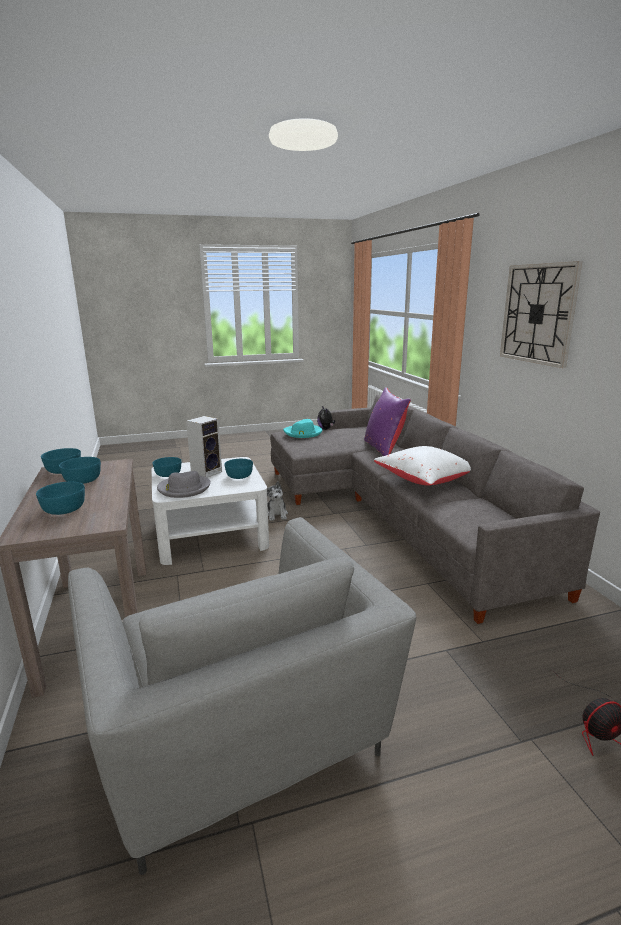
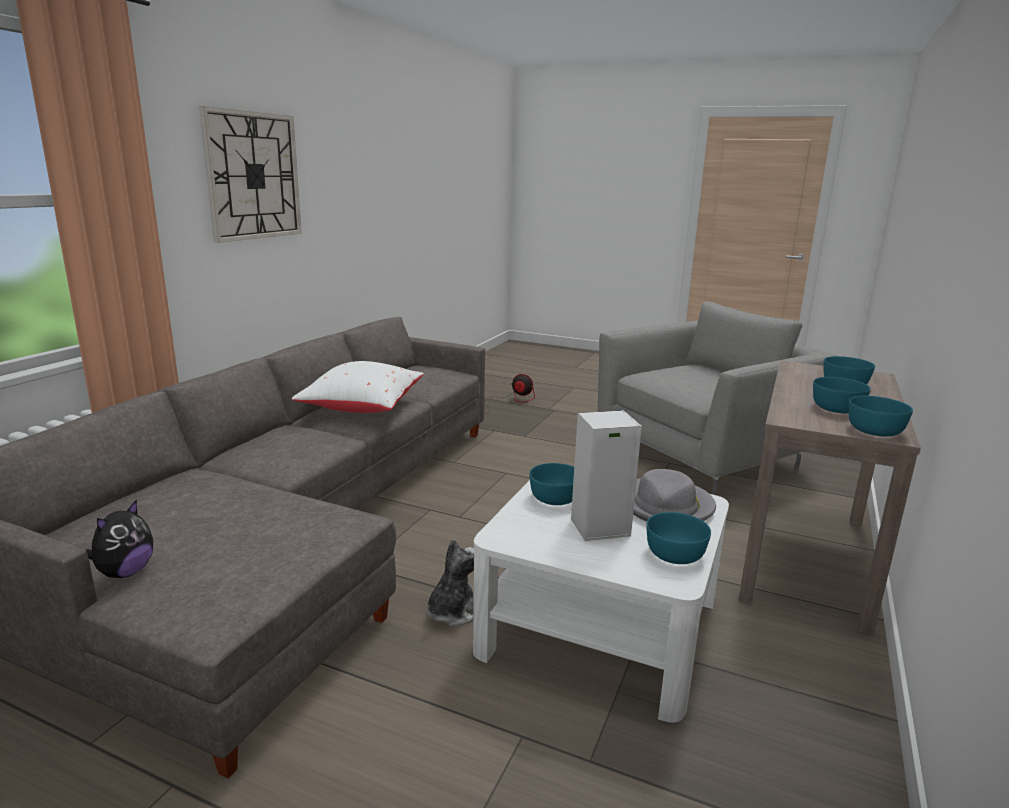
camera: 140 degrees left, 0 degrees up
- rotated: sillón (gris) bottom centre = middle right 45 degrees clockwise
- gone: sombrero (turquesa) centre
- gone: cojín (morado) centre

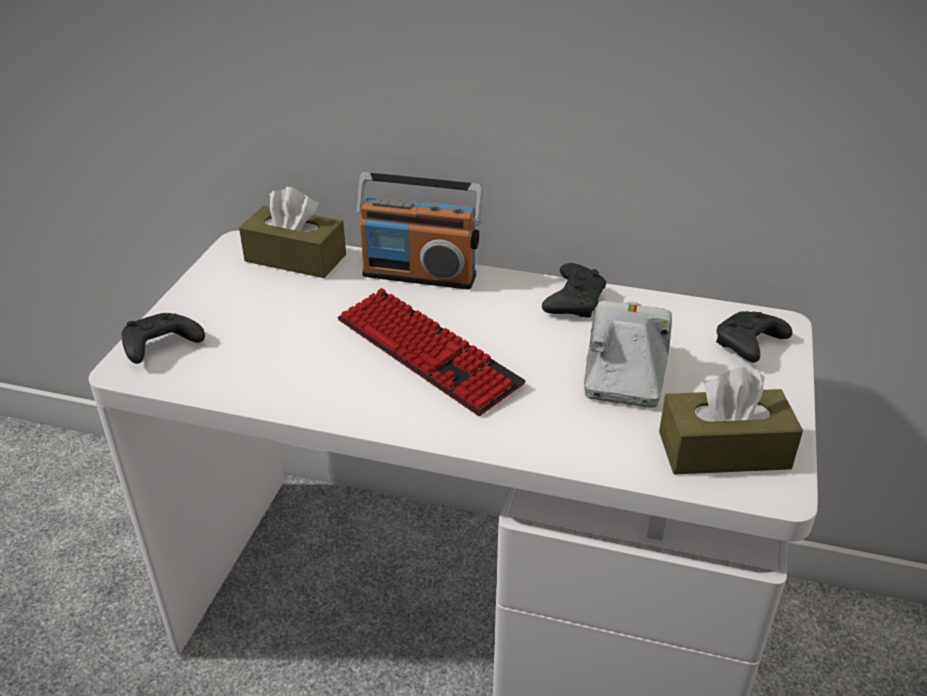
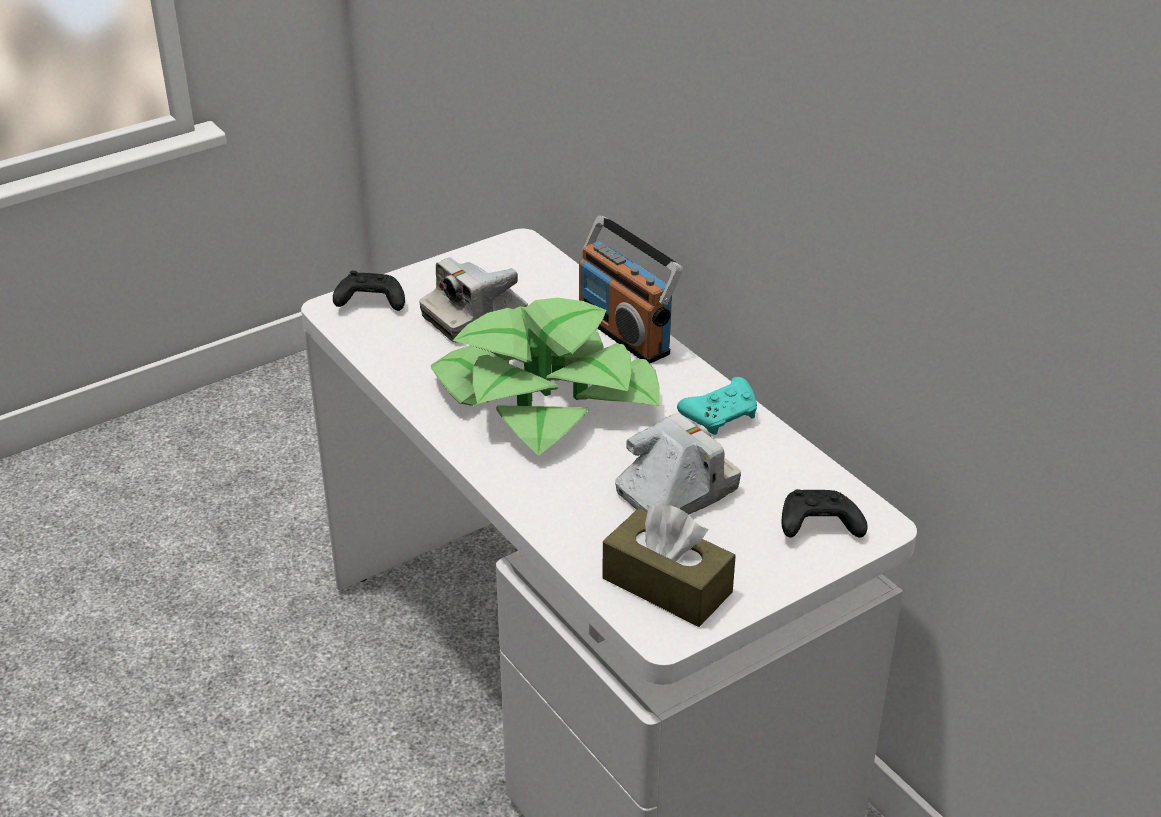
camera: 40 degrees right, 0 degrees up
- gone: caja de pañuelos (marrón) (no. 1 from left) middle left
- swapped: teclado centre to planta en maceta centre
- repainted: mando de consola (negro) (no. 2 from left) centre to mando de consola (turquesa) centre
- new: cámara (no. 1 from left) centre

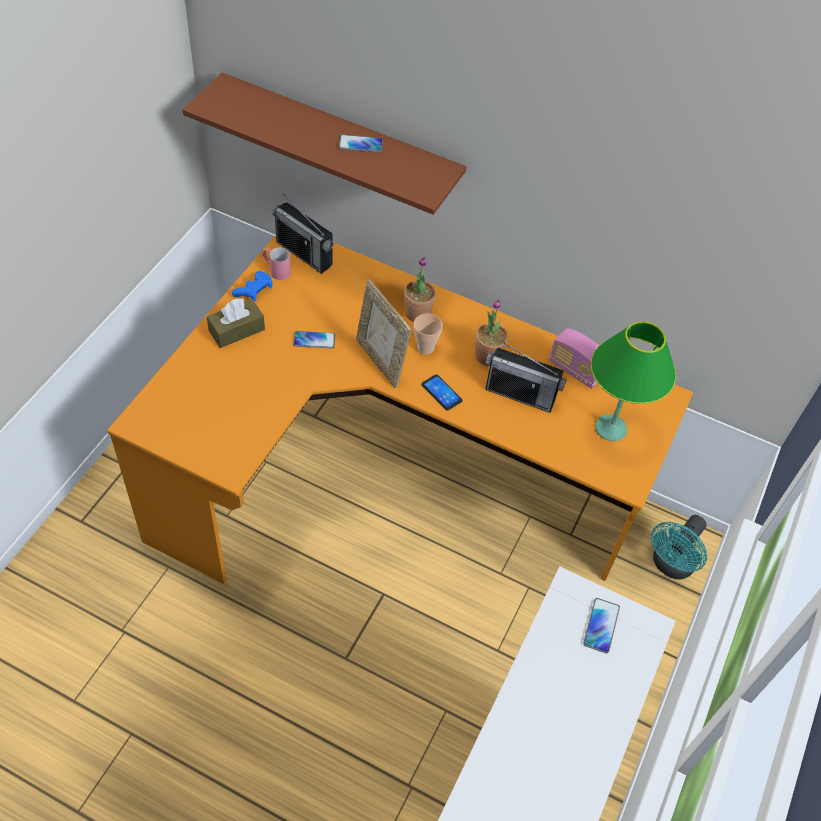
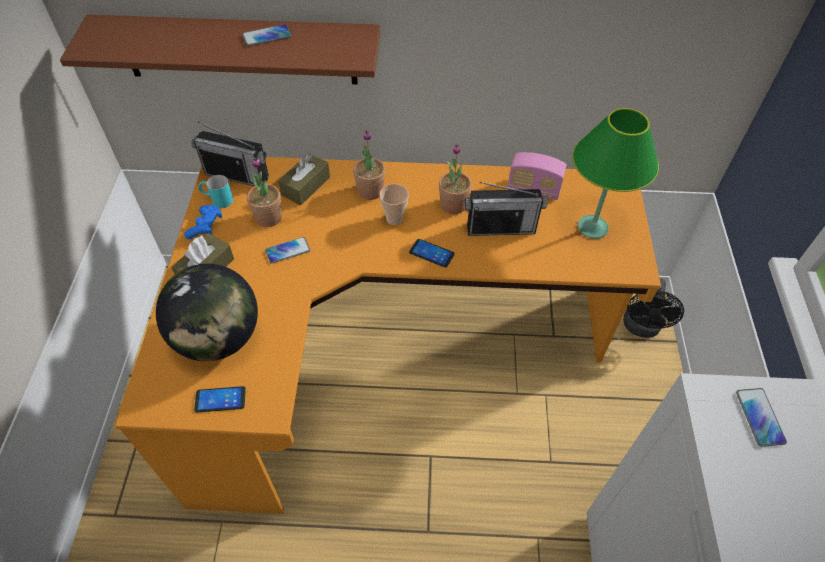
camera: 20 degrees left, 0 degrees up
- repainted: taza grande (rosa) top centre to taza grande (turquesa) middle left
- gone: portarretratos centre
- repainted: ventilador (turquesa) middle right to ventilador (negro) middle right
- new: globo terráqueo middle left
- new: móvil (no. 1 from left) bottom left
- new: planta en maceta (no. 1 from left) middle left
- new: caja de pañuelos (marrón) (no. 2 from left) top centre

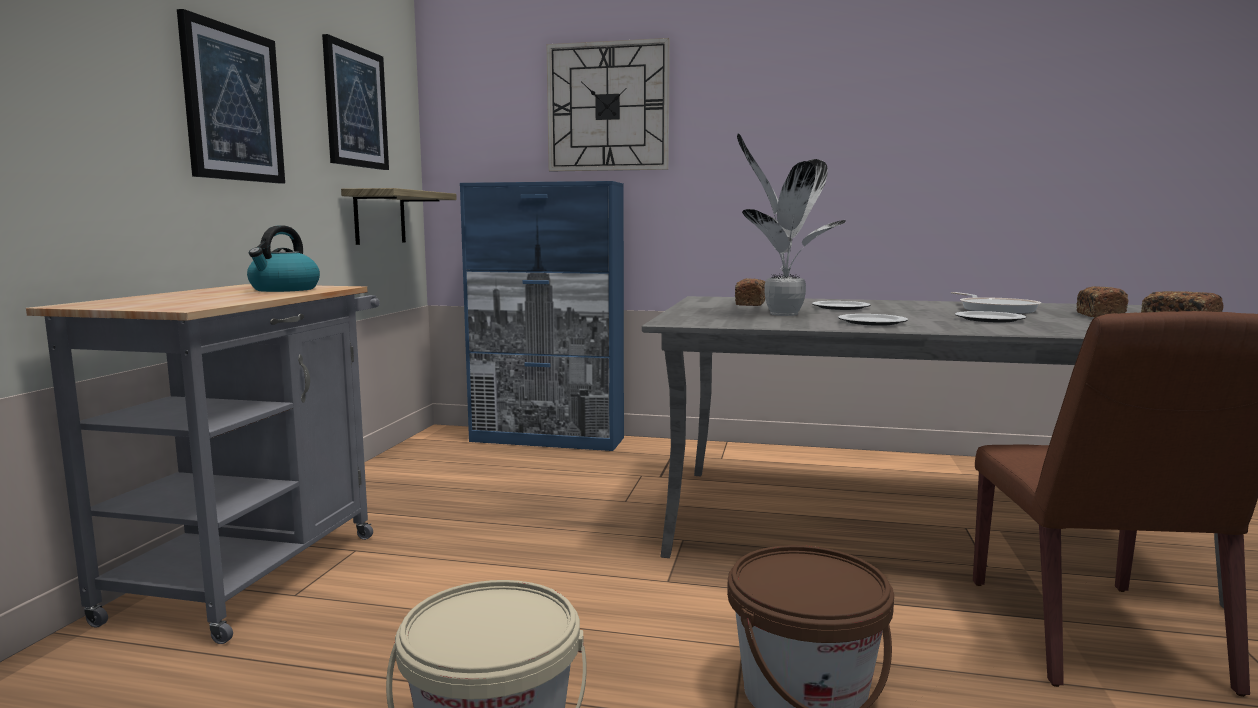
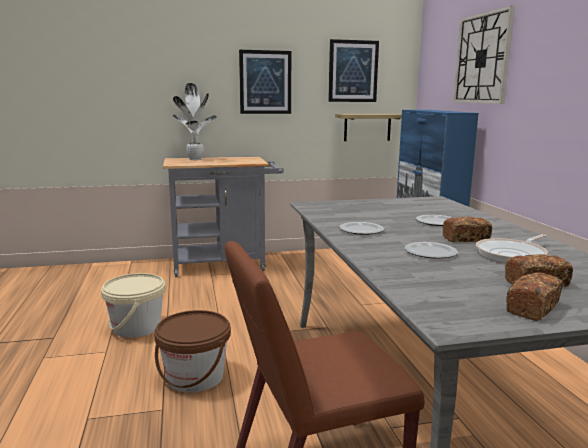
camera: 65 degrees right, 5 degrees up
- gone: hervidor middle left
- shifted: pan (no. 1 from left) centre to middle right
- shifted: planta en maceta top centre to top left

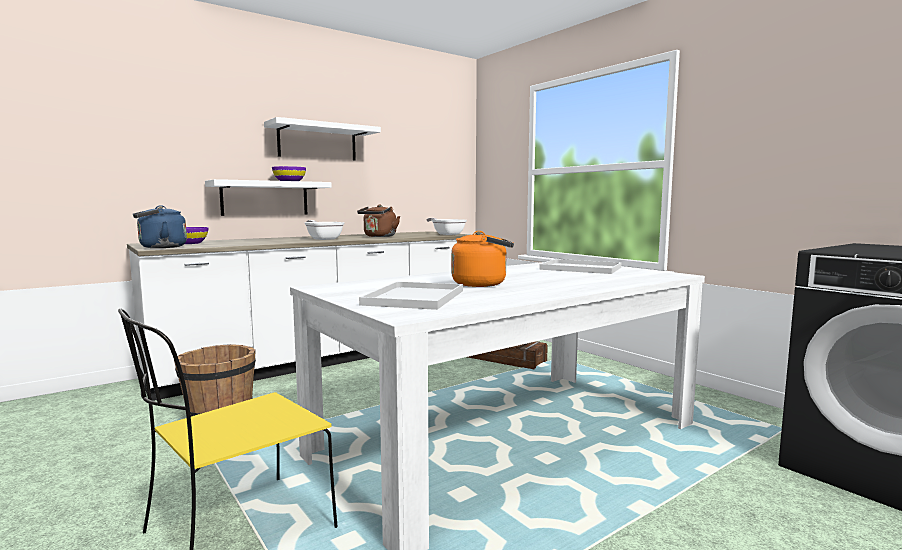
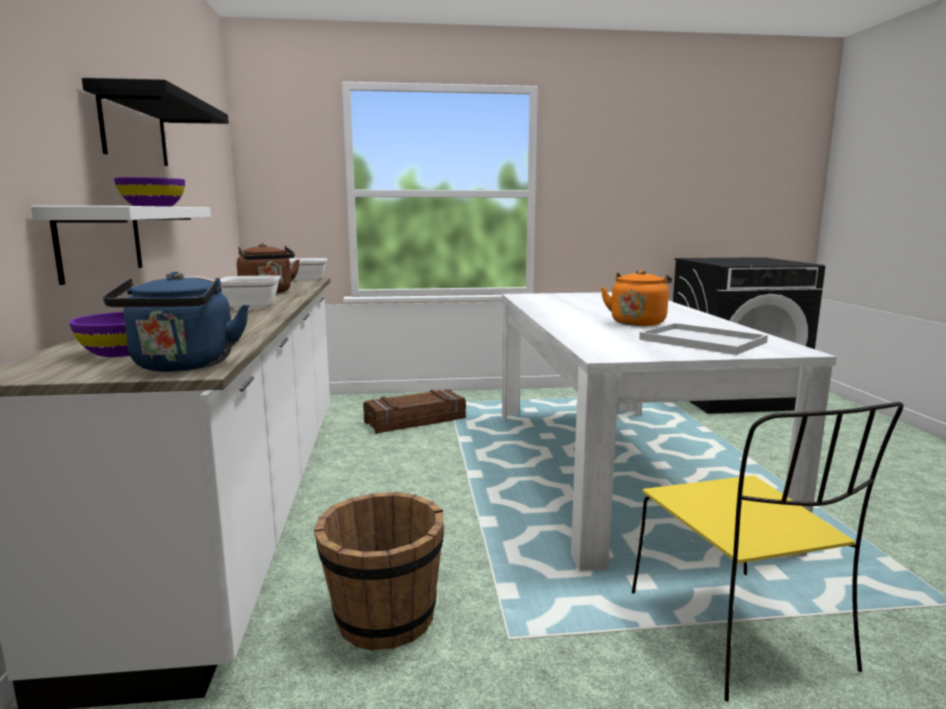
camera: 60 degrees left, 5 degrees up
- repainted: estante (blanco) (no. 2 from left) top centre to estante (negro) top left
- gone: bandeja (blanco) (no. 2 from left) centre

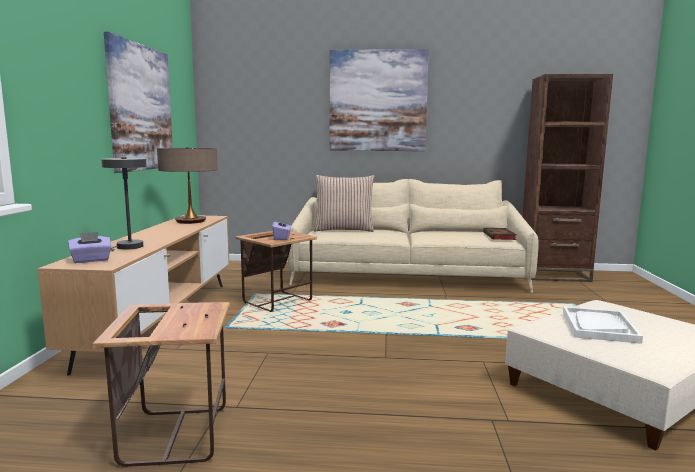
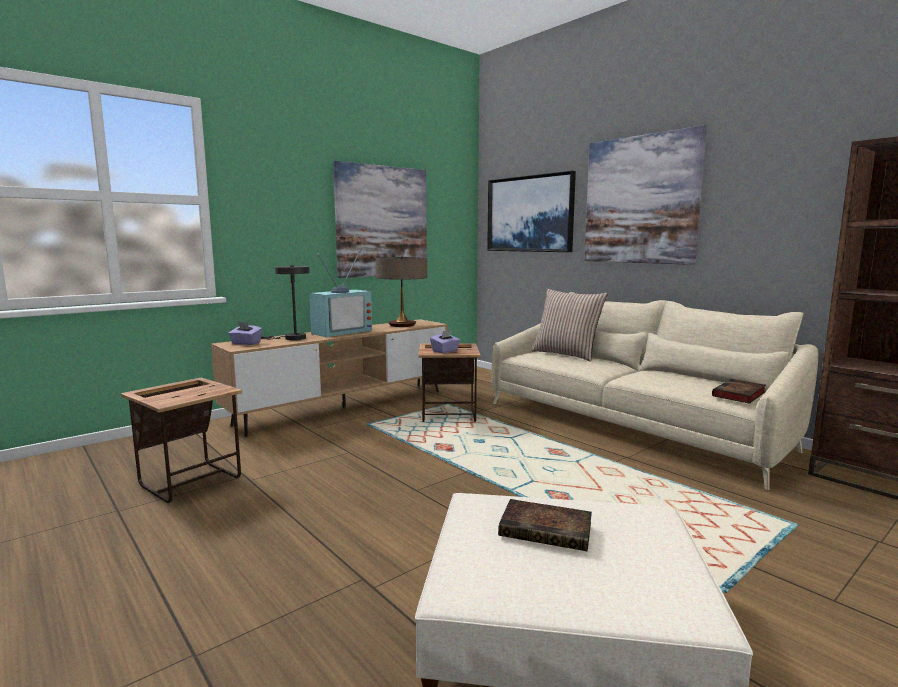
camera: 45 degrees right, 0 degrees up
- swapped: bandeja (blanco) bottom right to libro (no. 1 from left) bottom centre
- new: televisor centre
- new: cuadro (no. 2 from left) top centre

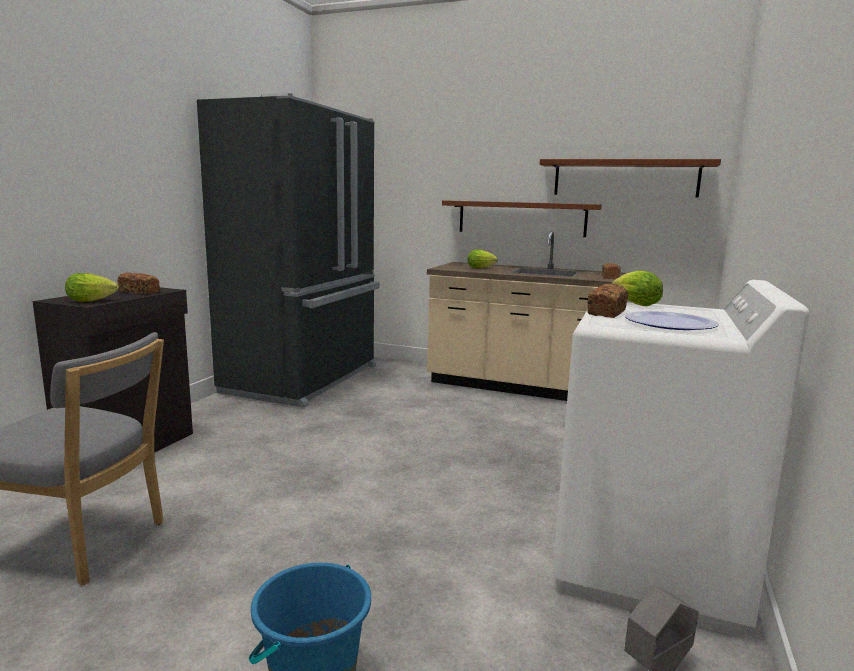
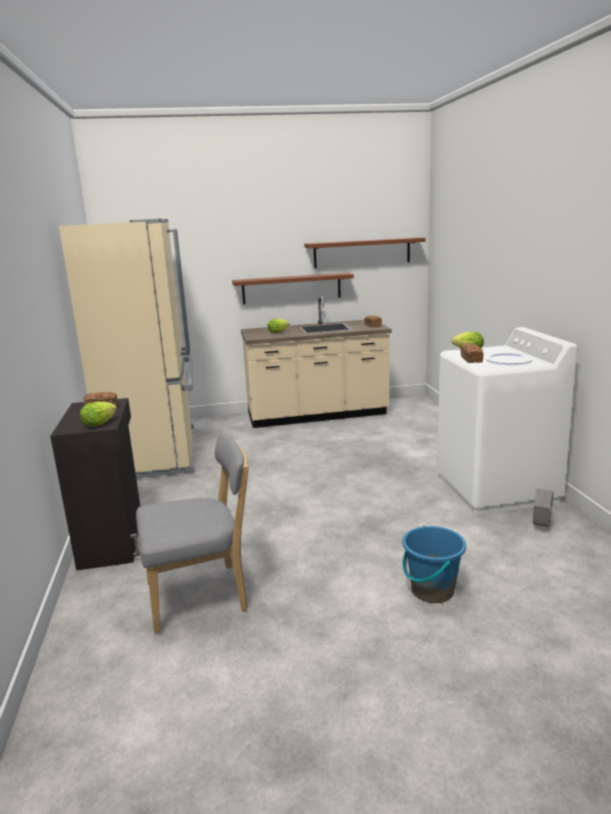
camera: 30 degrees left, 5 degrees up
- repainted: nevera (negro) centre to nevera (beis) middle left

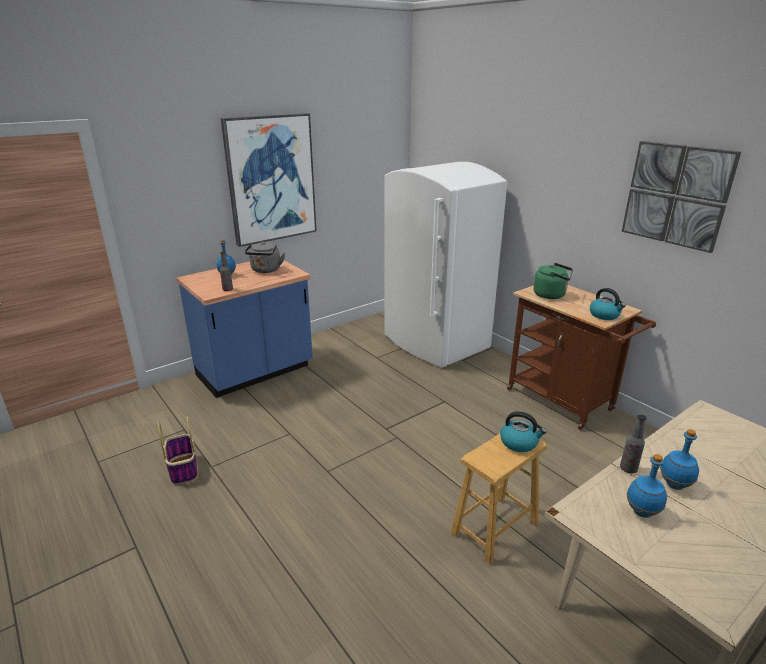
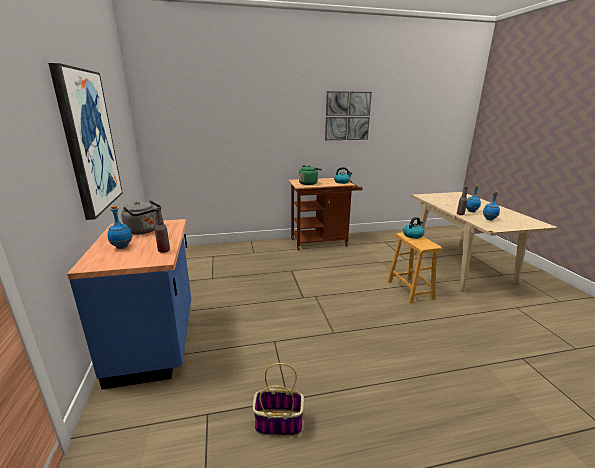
camera: 65 degrees left, 5 degrees down
- gone: nevera (blanco) centre

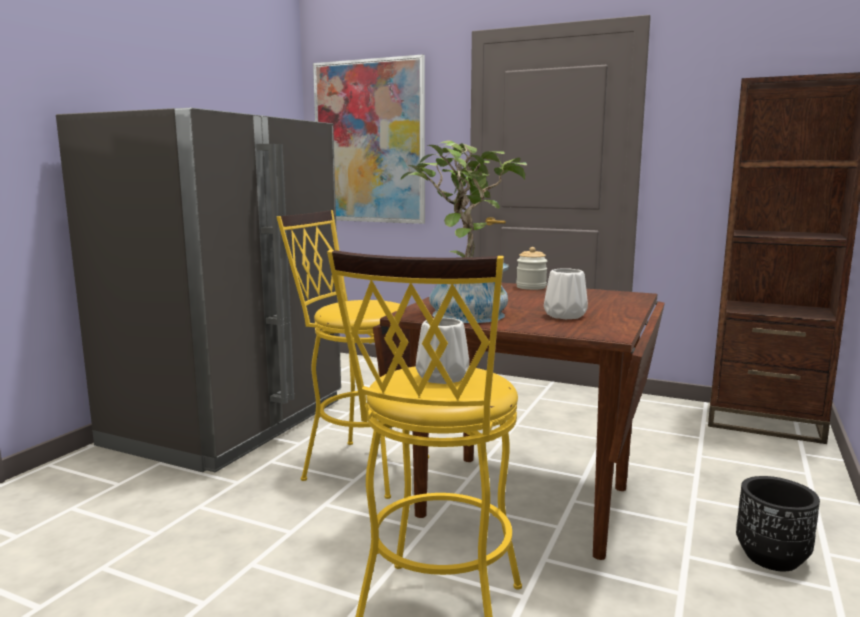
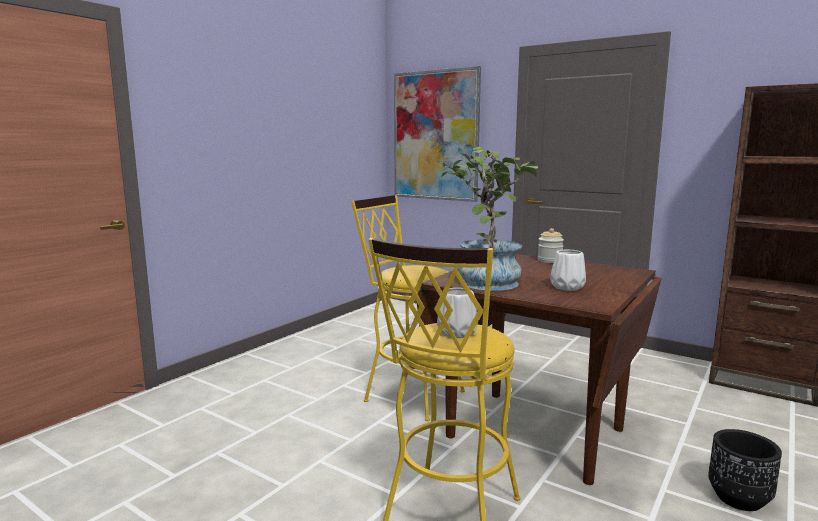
camera: 10 degrees right, 0 degrees up
- gone: nevera (gris) middle left

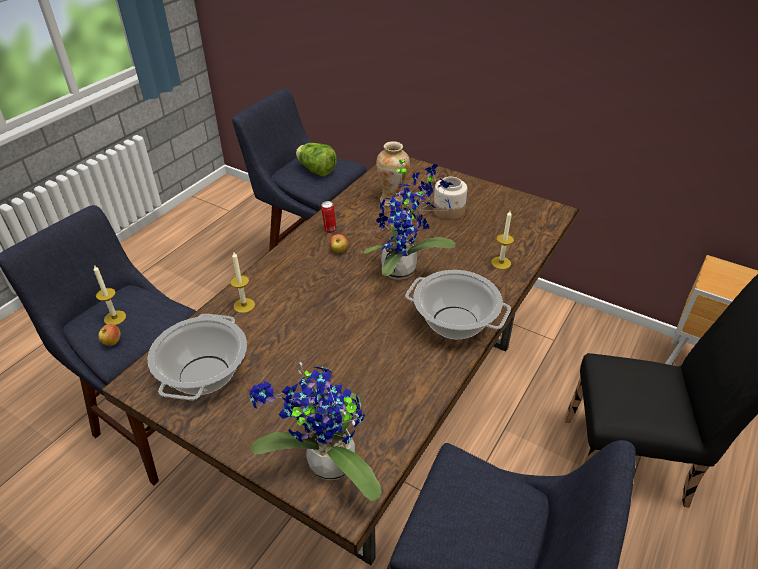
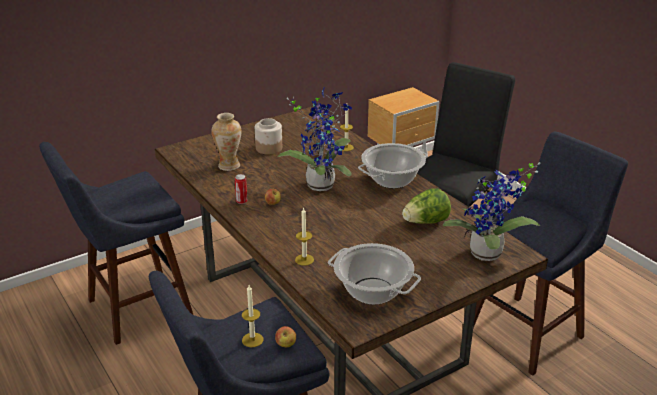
camera: 65 degrees left, 10 degrees down
- shifted: lechuga top centre to centre

